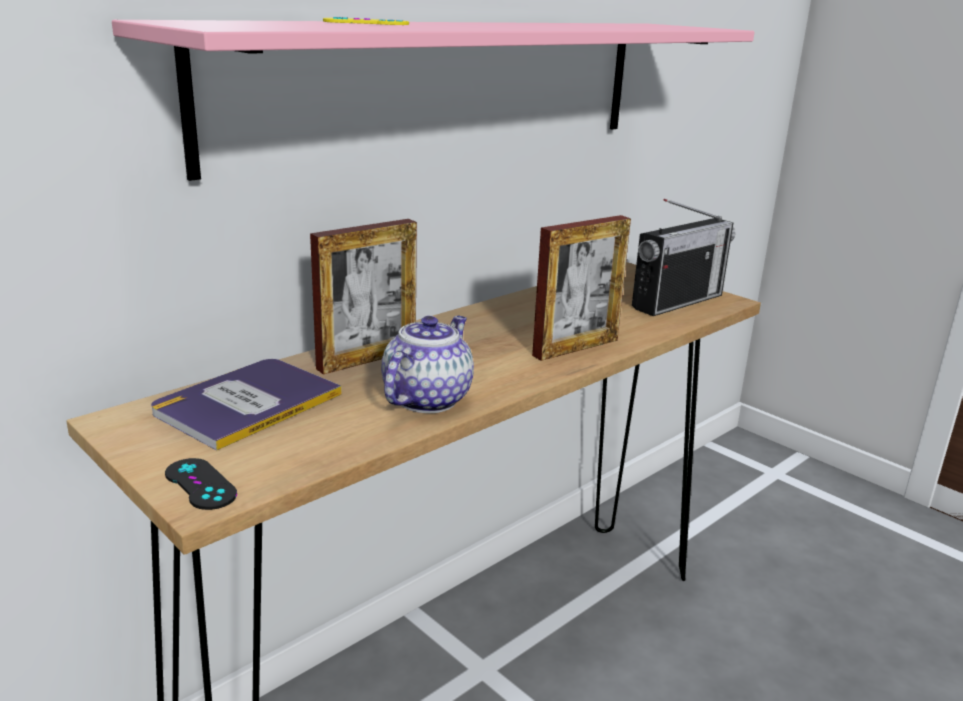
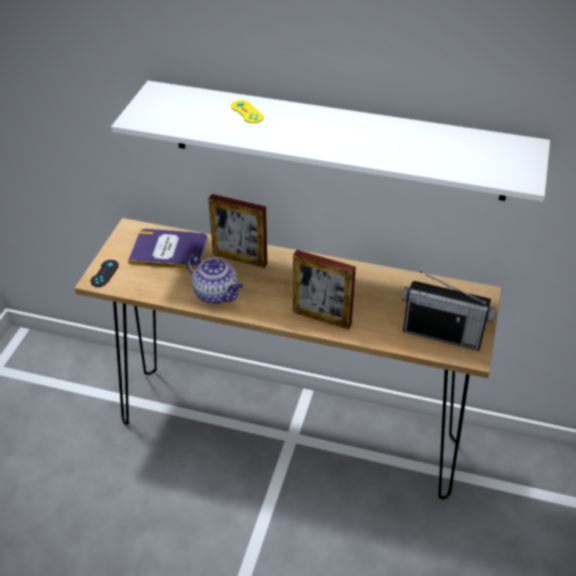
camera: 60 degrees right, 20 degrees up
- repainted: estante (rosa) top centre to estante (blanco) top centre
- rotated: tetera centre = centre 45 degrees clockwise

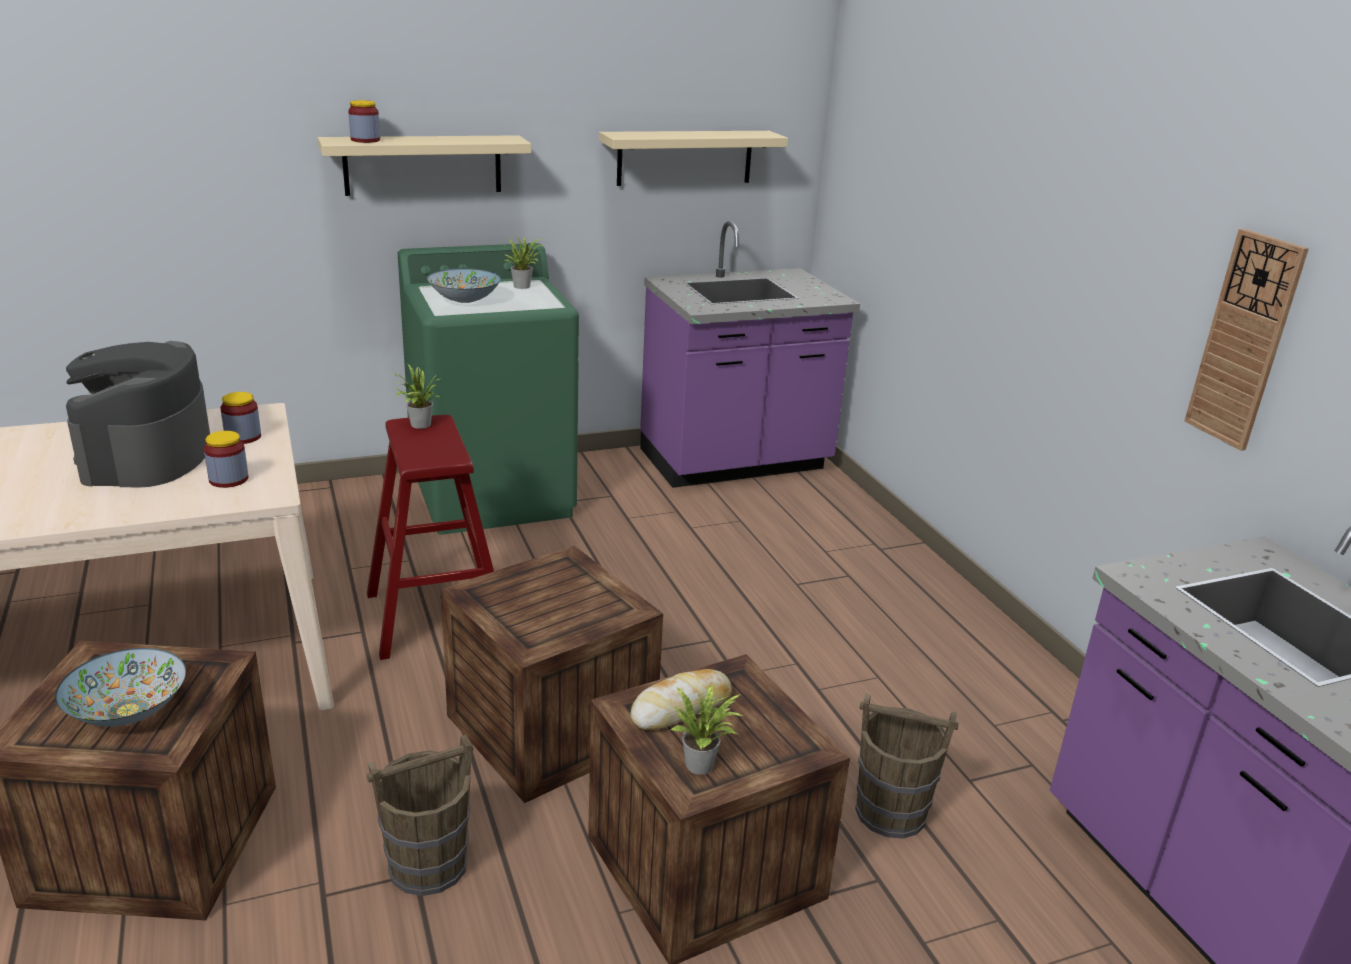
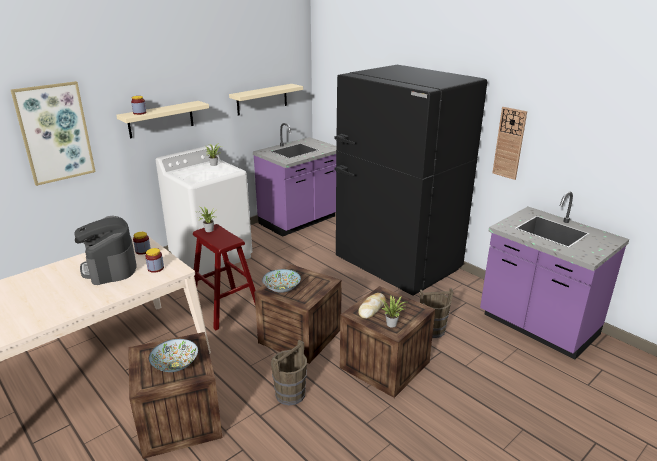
camera: 20 degrees left, 0 degrees up
- repainted: lavadora (verde) centre to lavadora (blanco) middle left
- shifted: cuenco (no. 2 from left) top centre to centre
- new: cuadro top left
- new: nevera (negro) centre

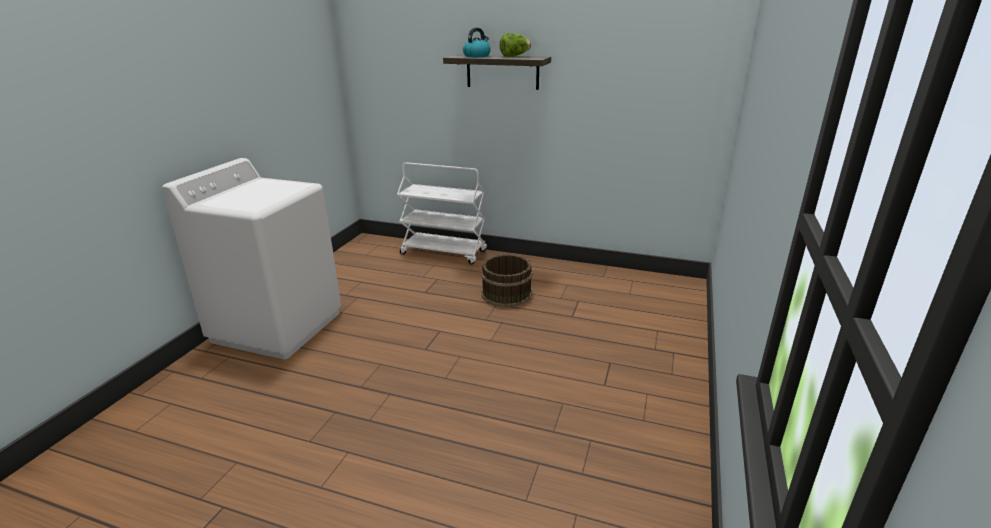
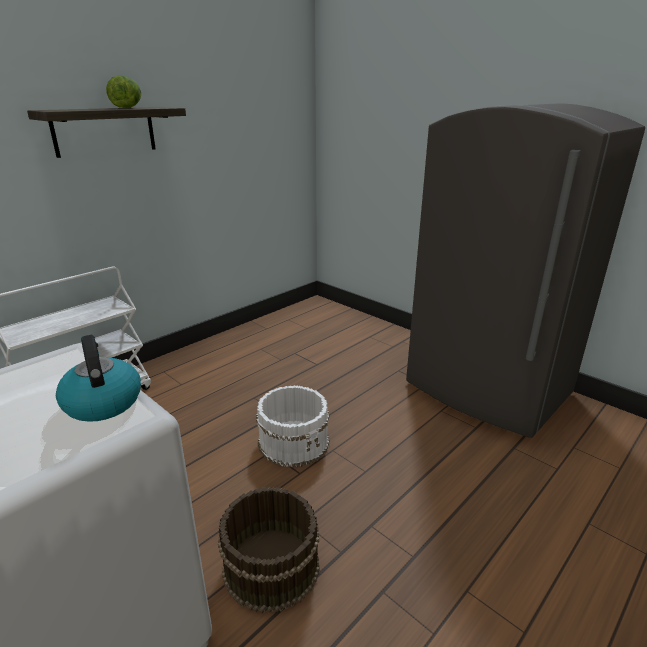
camera: 65 degrees left, 0 degrees up
- shifted: hervidor top centre to middle left
- shifted: cubo (marrón) centre to bottom centre
- new: cubo (blanco) centre
- new: nevera (gris) middle right

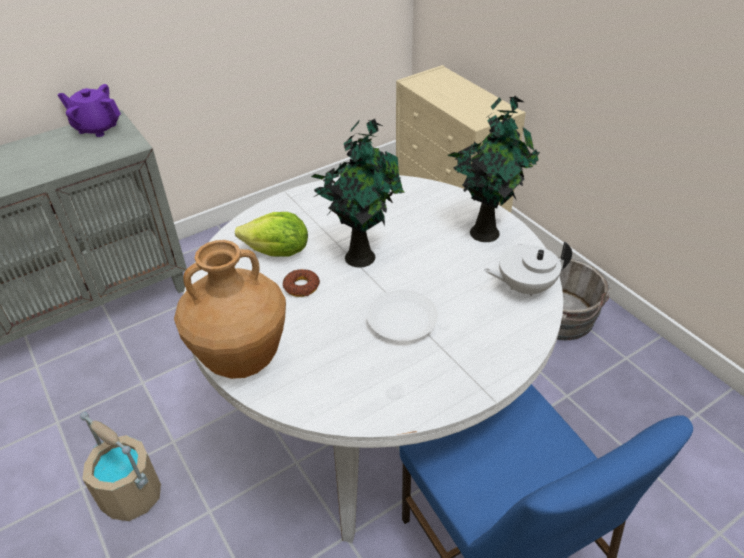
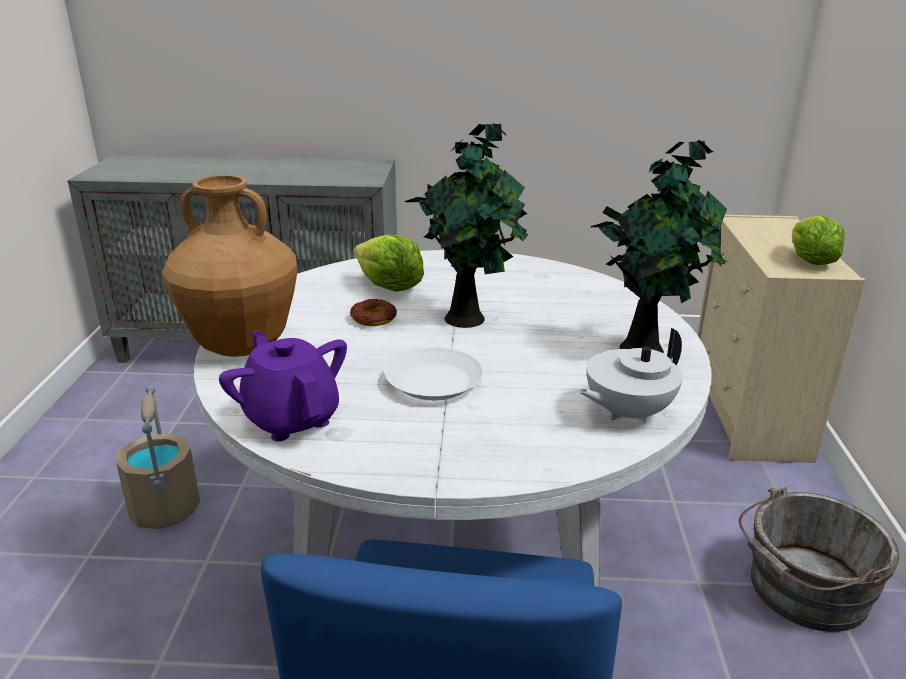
camera: 35 degrees right, 15 degrees down
- shifted: tetera (morado) top left to middle left
- rotated: tetera (blanco) middle right = middle right 60 degrees counterclockwise
- new: lechuga (no. 2 from left) middle right

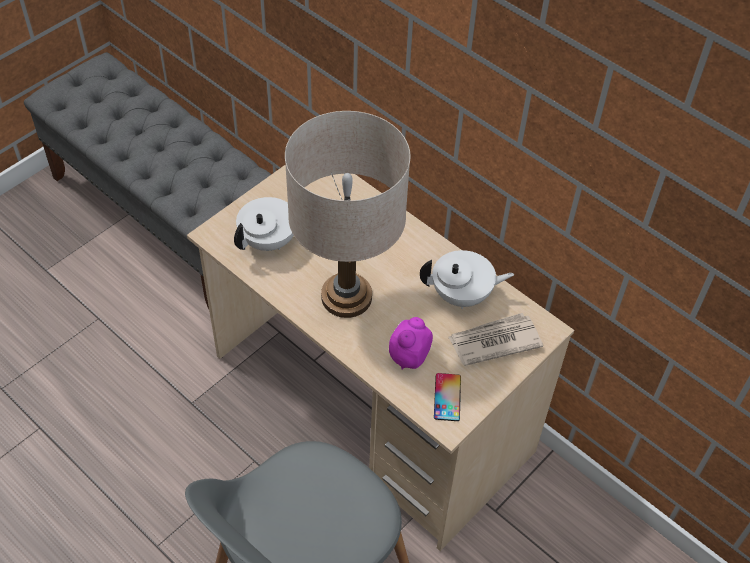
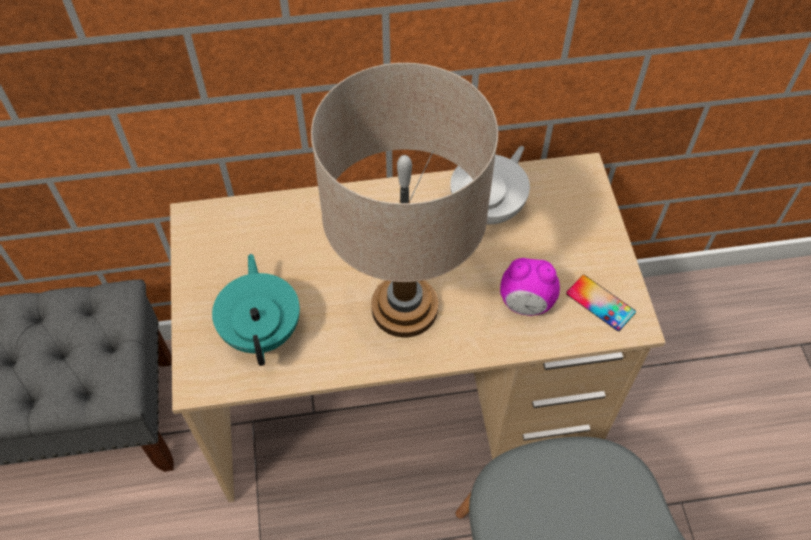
camera: 50 degrees left, 5 degrees up
- repainted: tetera (blanco) (no. 1 from left) centre to tetera (turquesa) middle left
- rotated: despertador centre = centre 60 degrees counterclockwise
- gone: periódico centre

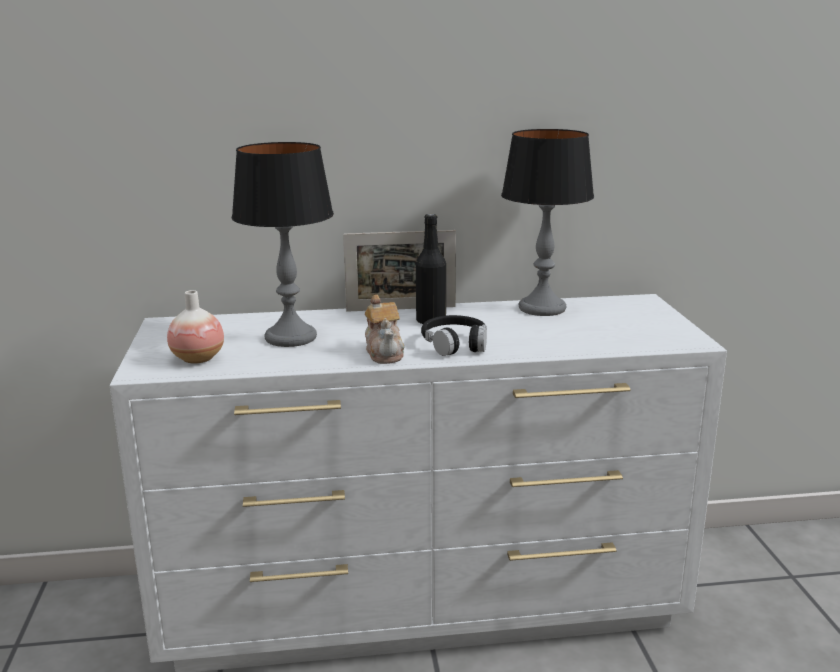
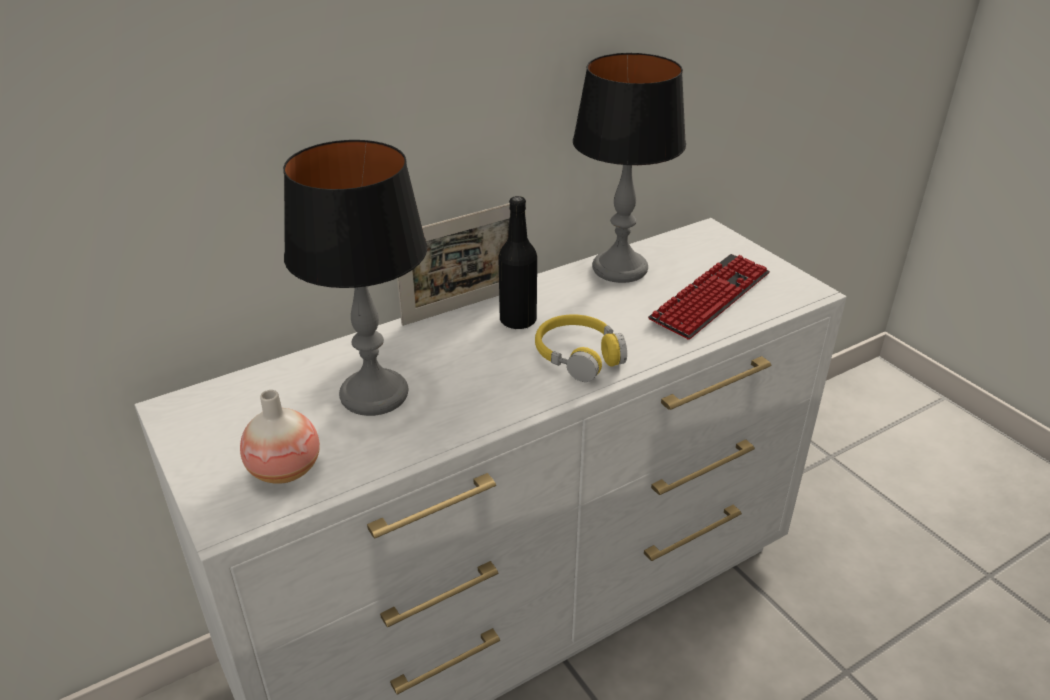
camera: 25 degrees left, 15 degrees up
- gone: tetera centre
- repainted: auriculares (negro) centre to auriculares (amarillo) centre
- new: teclado middle right

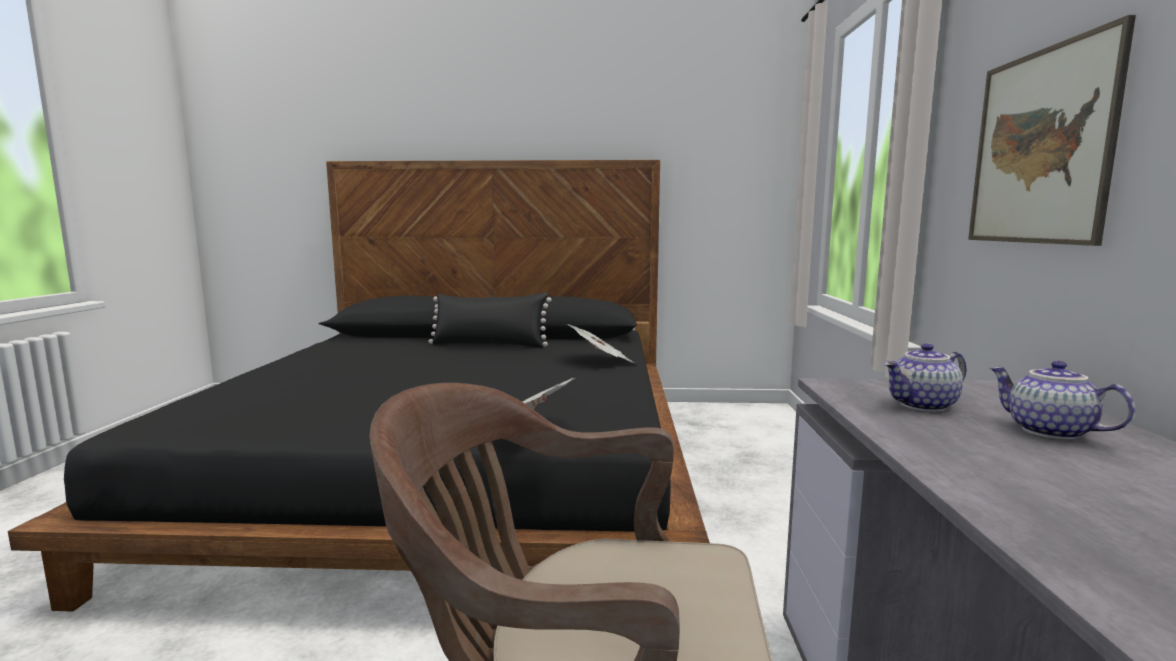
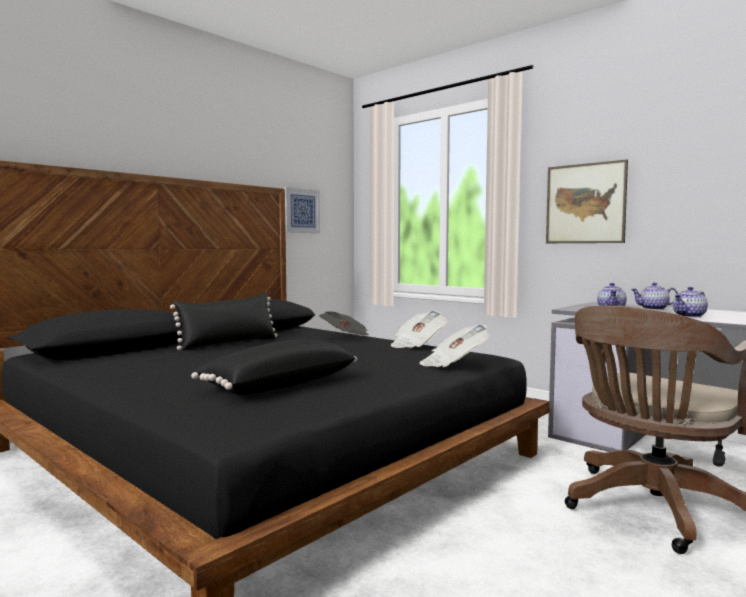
camera: 50 degrees left, 5 degrees down
- new: cojín (negro) (no. 2 from left) centre
- new: cuadro (no. 1 from left) centre
- new: periódico (no. 2 from left) centre
- new: tetera (no. 3 from left) middle right

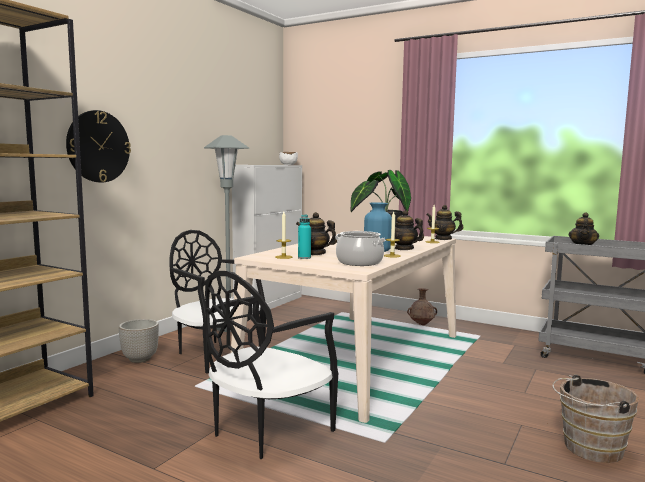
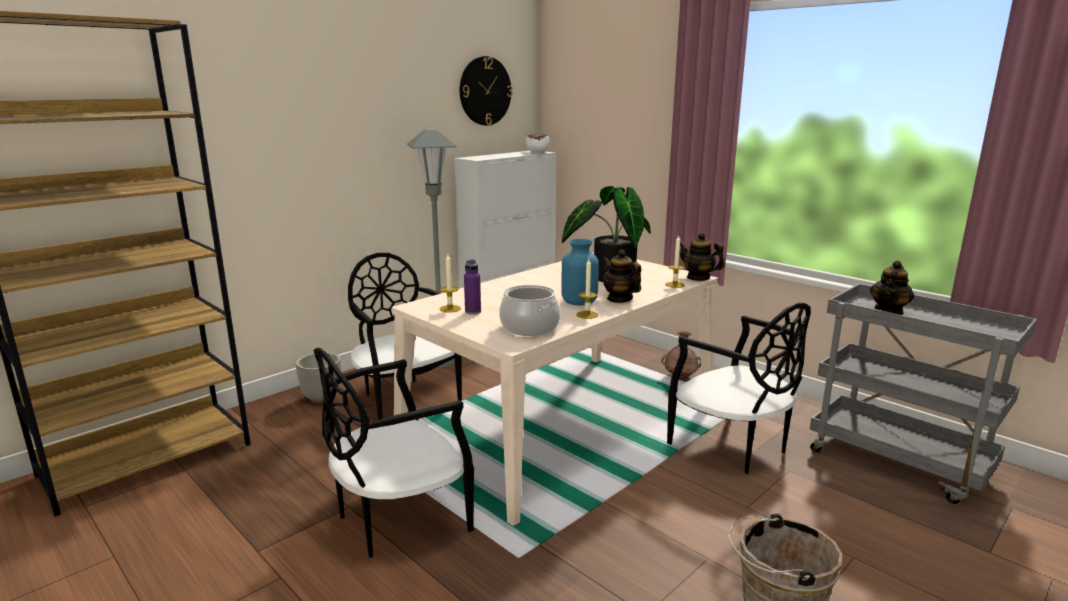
camera: 15 degrees right, 10 degrees up
- shifted: reloj de pared top left to top centre
- gone: tetera (no. 1 from left) centre
- repainted: botella (turquesa) centre to botella (morado) centre
- new: silla (negro) (no. 3 from left) middle right

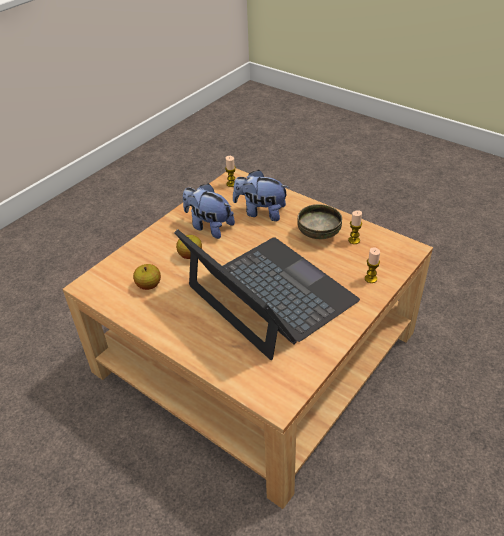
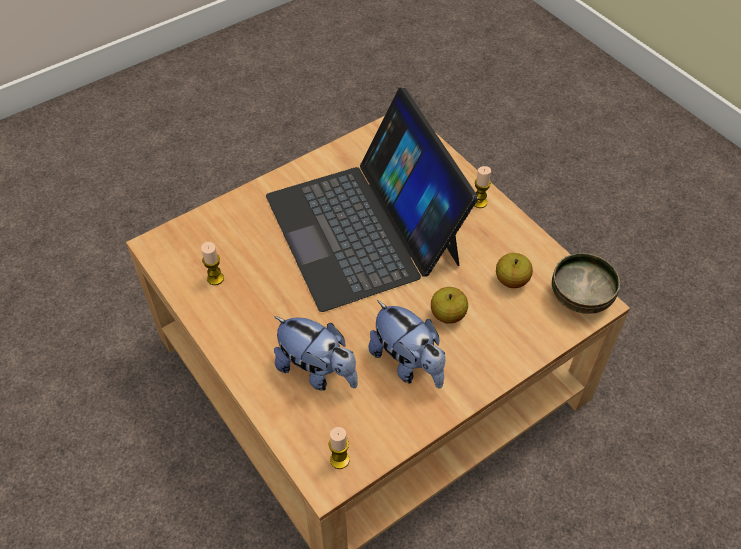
camera: 165 degrees left, 10 degrees up
- shifted: cuenco centre to middle right
- shifted: vela (no. 3 from left) middle right to centre

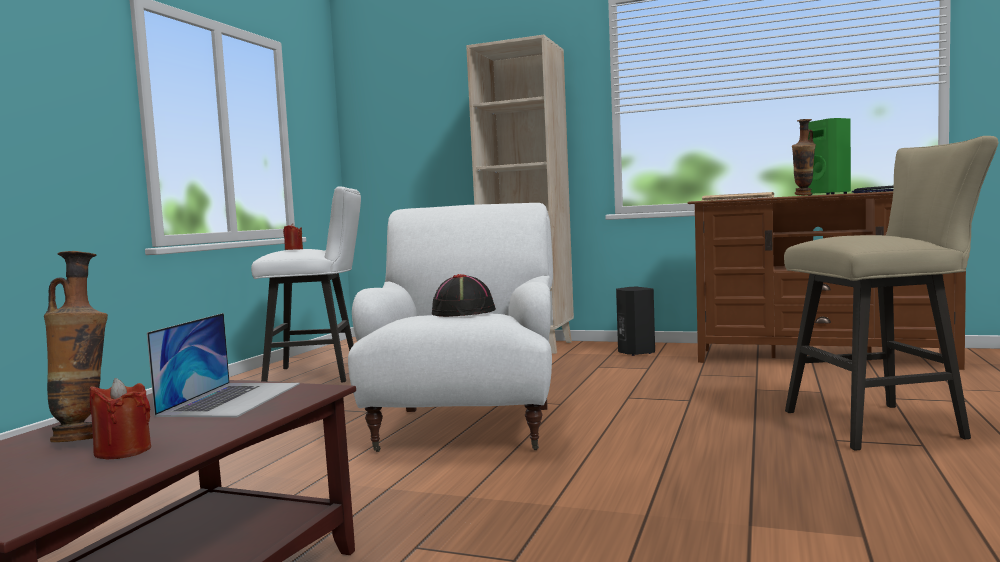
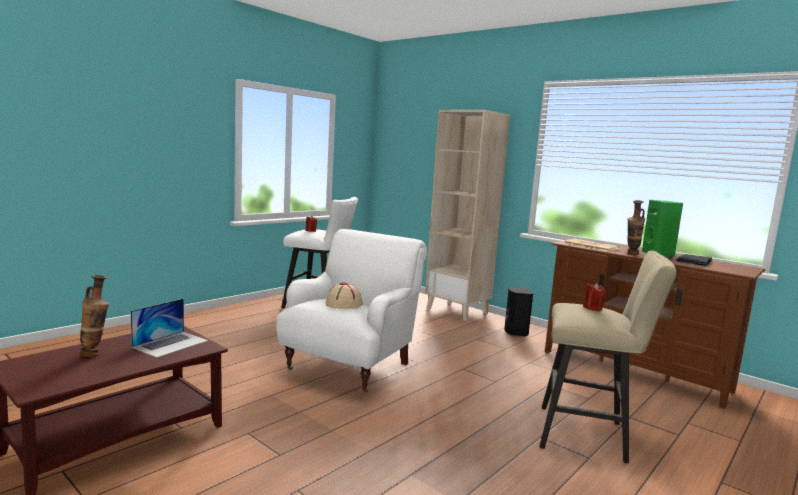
camera: 20 degrees right, 5 degrees up
- shifted: vela (rojo) (no. 1 from left in the first image) bottom left to vela (rojo) (no. 2 from left) middle right
- repainted: sombrero (negro) centre to sombrero (beis) centre

